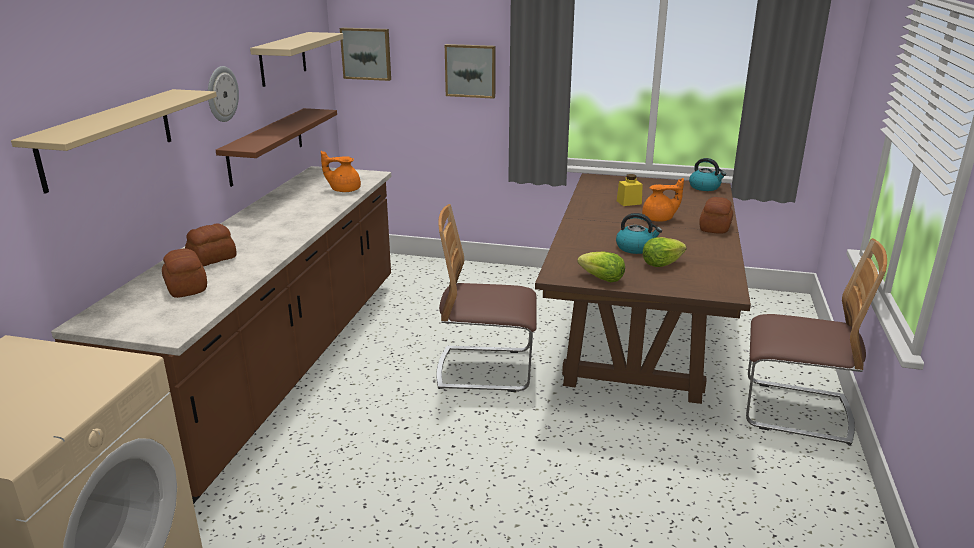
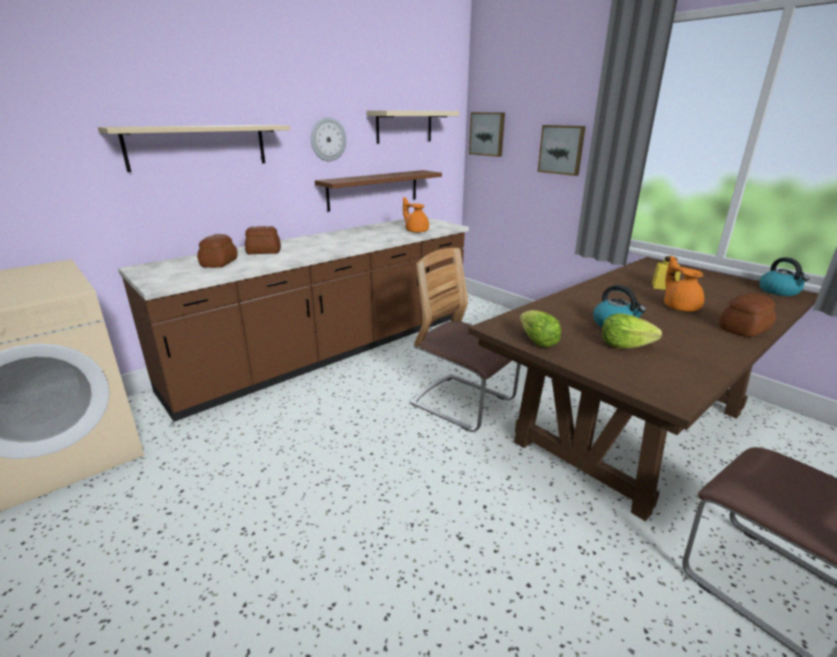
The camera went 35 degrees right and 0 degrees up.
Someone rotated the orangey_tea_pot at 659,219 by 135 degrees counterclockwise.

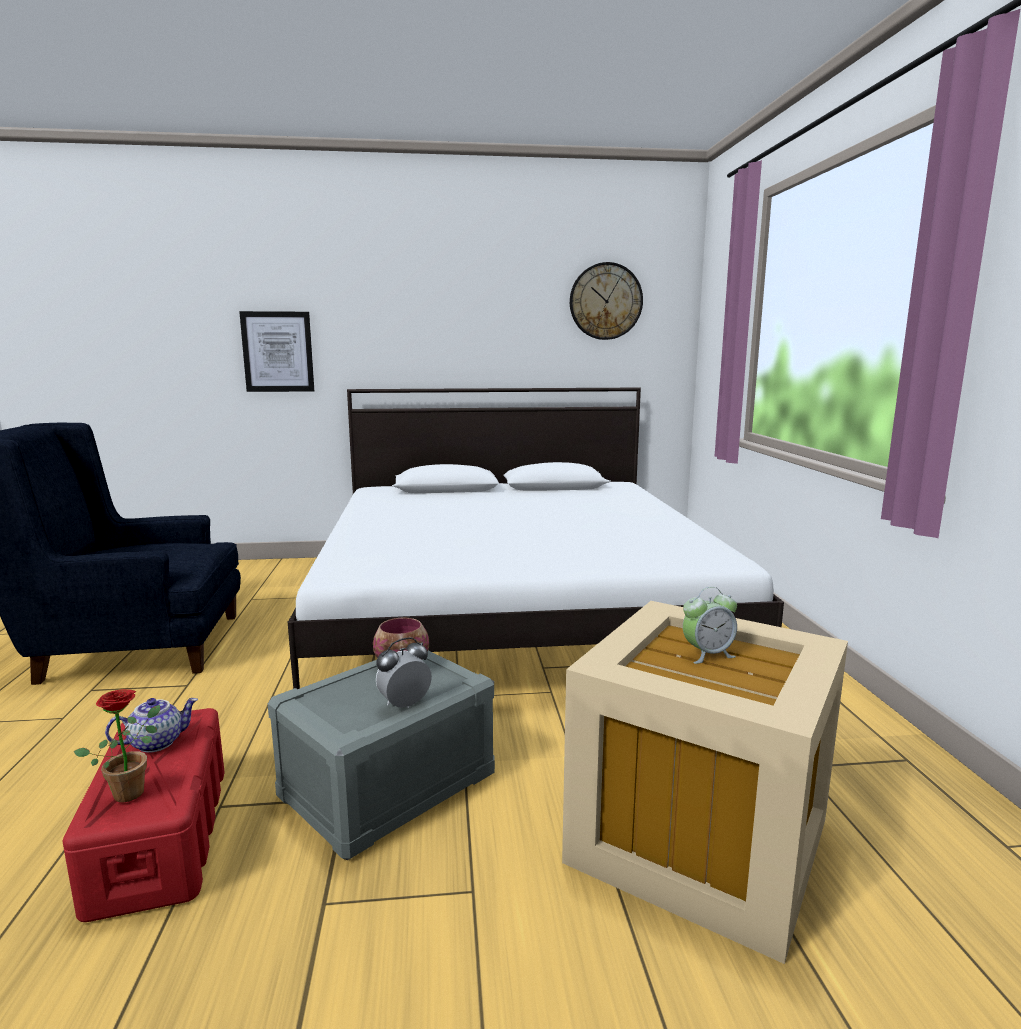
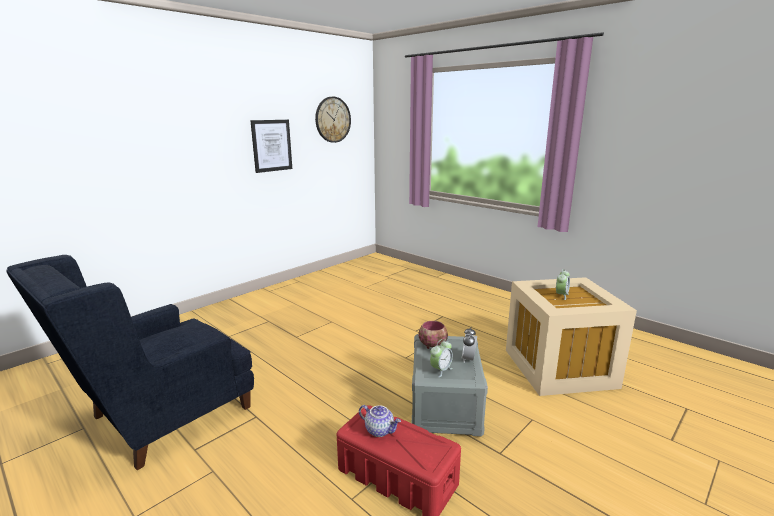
The camera went 40 degrees left and 5 degrees up.
Someone took away the potted_plant at 133,789.
Someone rotated the tea_pot at 157,742 by 105 degrees clockwise.
Someone carried the wall_picture from 278,352 to 271,145.
Someone took away the whitish_bedroom_bed at 515,608.
Someone put down the bedside_clock at 440,370.

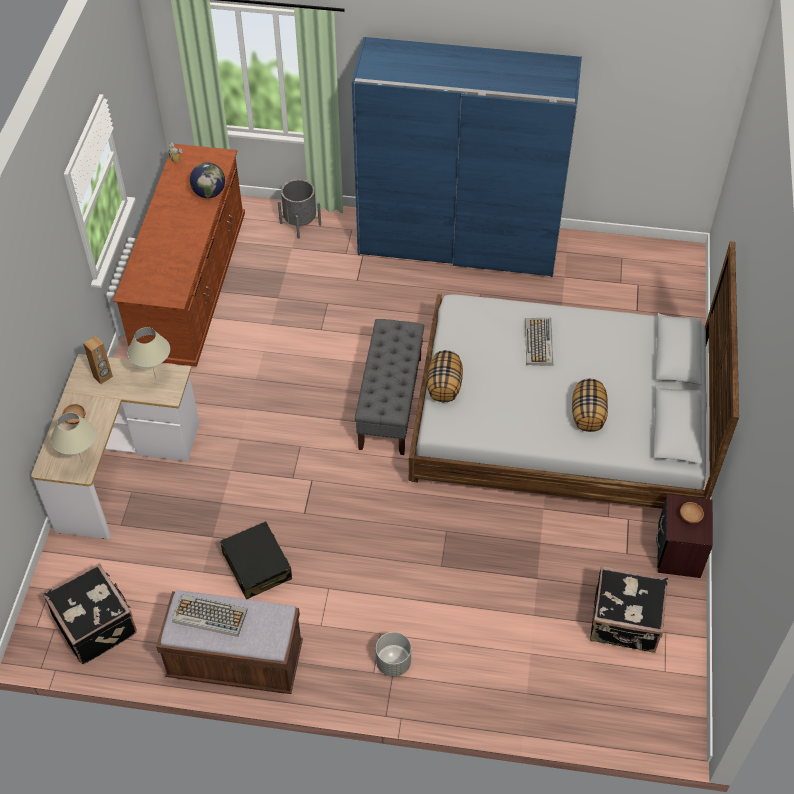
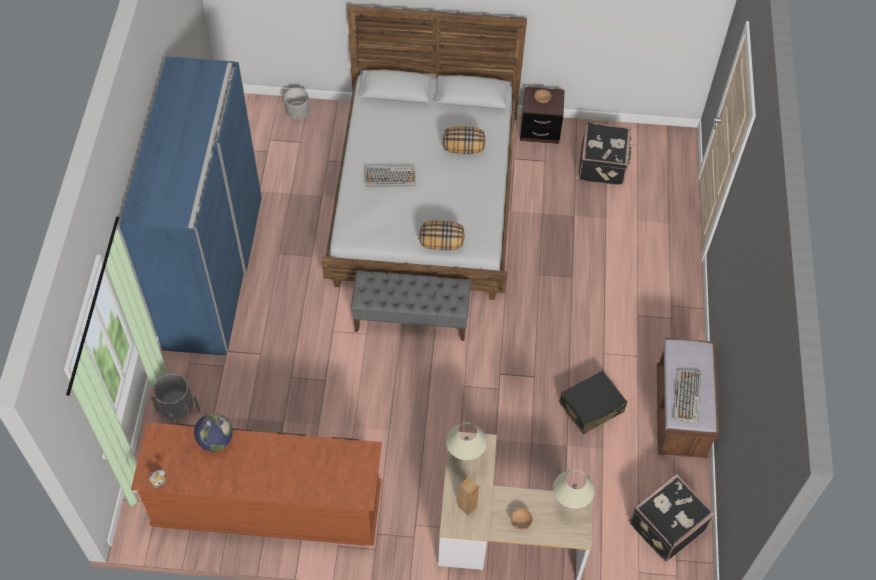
The camera went 95 degrees left and 5 degrees up.
Someone carried the grey_planter from 393,663 to 298,112.

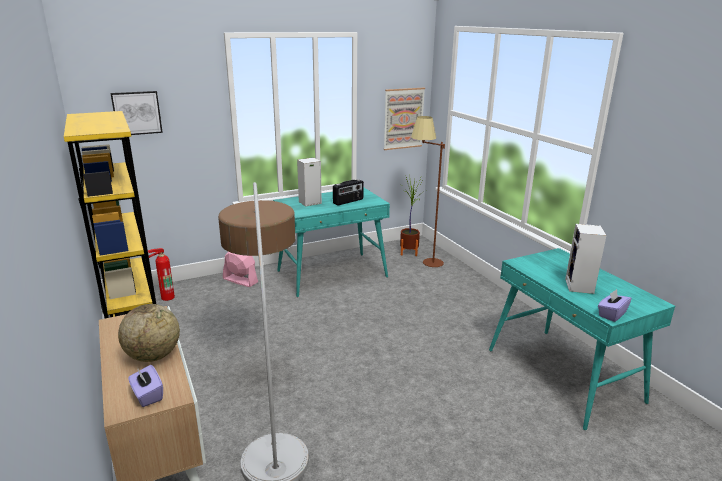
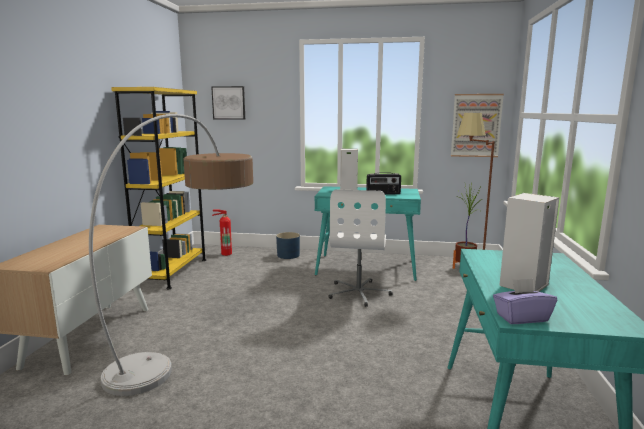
The camera went 35 degrees right and 10 degrees down.
Someone took away the desk_globe at 153,356.
Someone took away the purple_tissue_holder at 147,395.
Someone swapped the pink_electric_fan at 240,280 for the blue_planter at 288,255.
Someone put down the whitish_office_chair at 359,293.

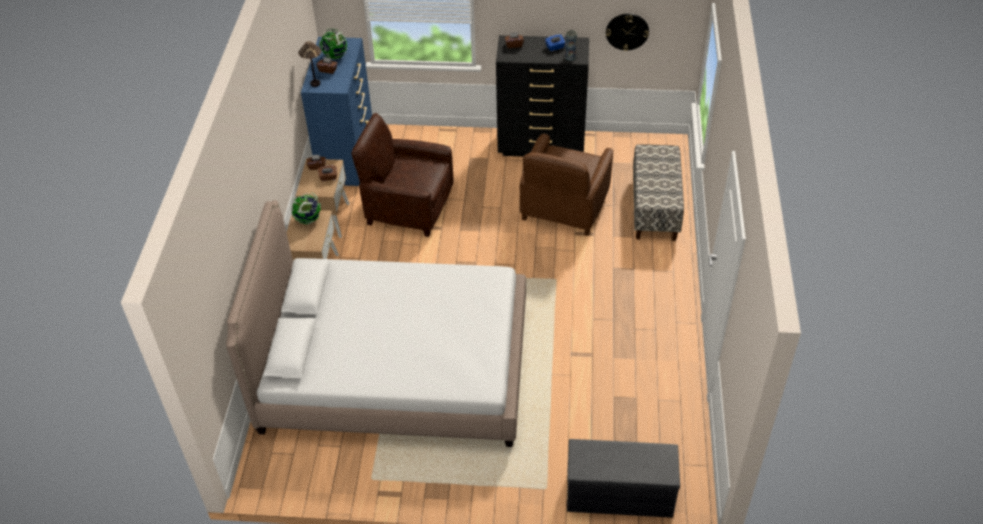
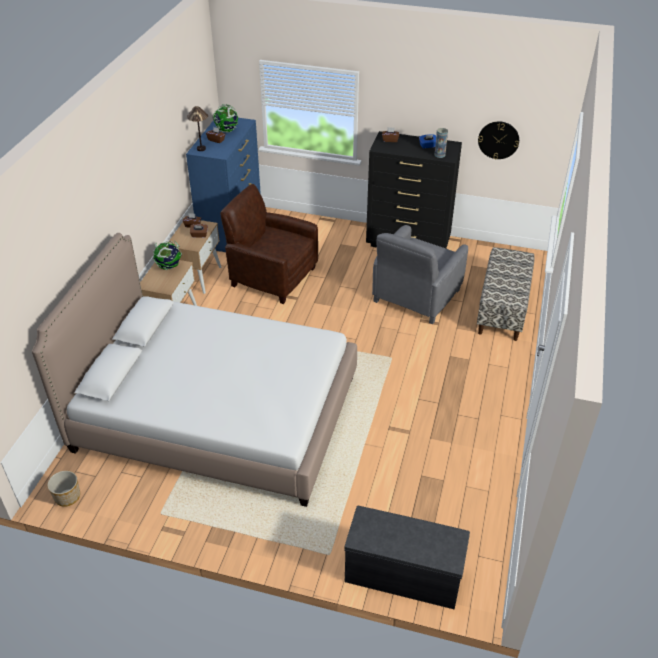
The camera went 10 degrees right and 5 degrees down.
Someone repainted the brown-coloured_lounge_chair at 564,207, which became the grey_lounge_chair at 416,296.
Someone put down the planter at 67,497.

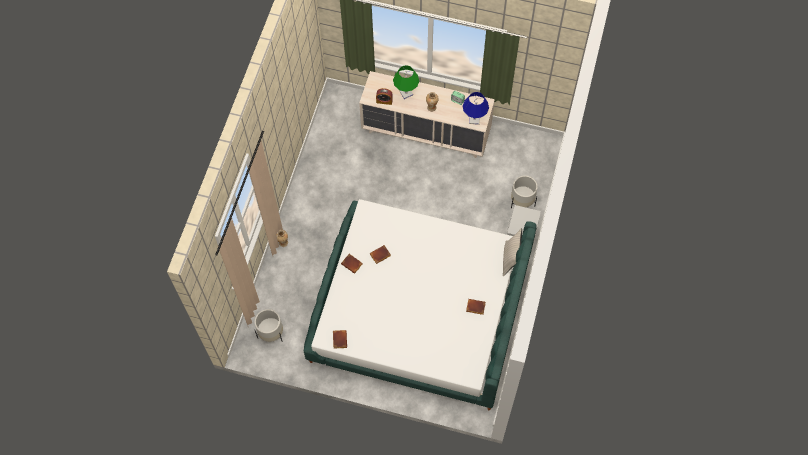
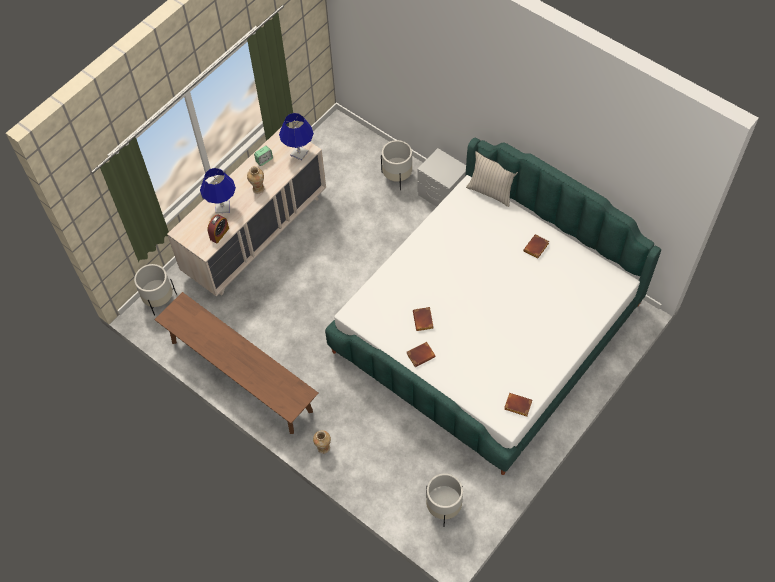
The camera went 65 degrees left and 5 degrees down.
Someone repainted the greenish_lamp_for_a_table at 406,93, which became the blue_lamp_for_a_table at 222,207.
Someone put down the whitish_planter at 159,299.
Someone put down the brown-coloured_long_seat at 241,376.

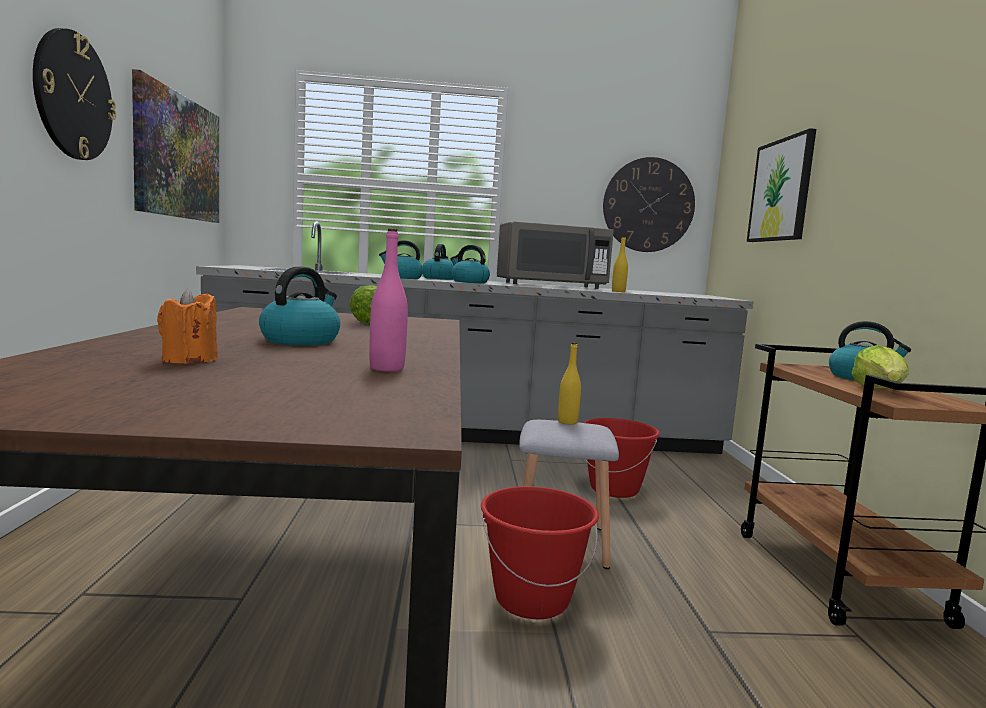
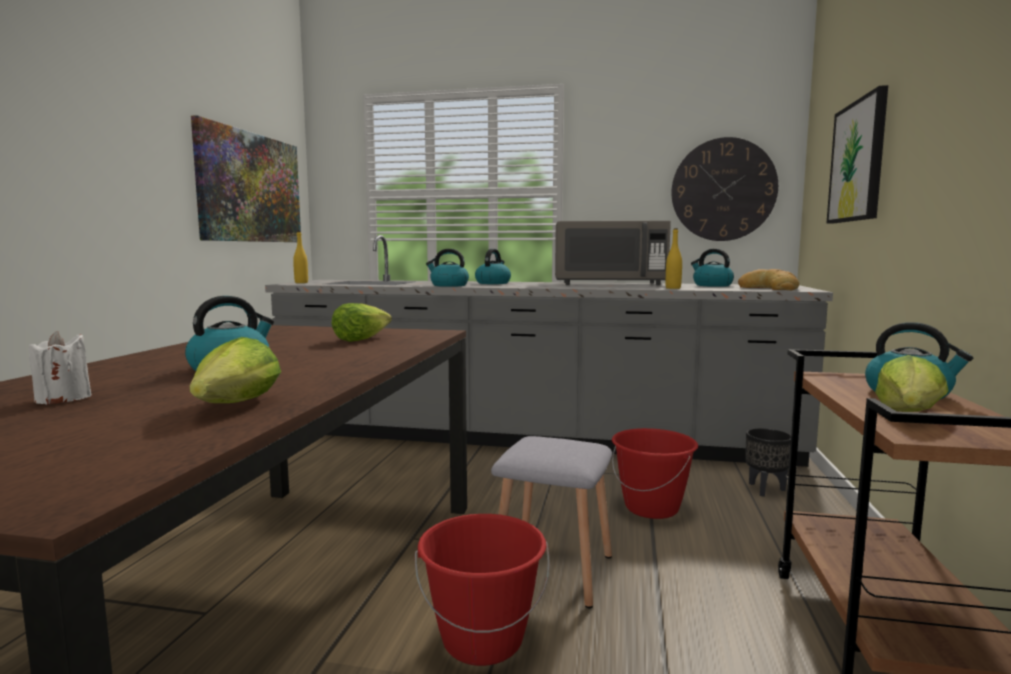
The camera went 15 degrees right and 0 degrees up.
Someone took away the hanging_clock at 73,96.
Someone repainted the orangey_wax_light at 189,360, which became the whitish_wax_light at 63,399.
Someone swapped the pink_beverage_bottle at 386,368 for the lettuce_head at 237,405.
Someone carried the tea_kettle from 469,282 to 711,285.
Someone carried the yellow-coloured_beverage_bottle from 567,422 to 301,282.
Someone put down the bread at 769,288.
Someone put down the black-coloured_planter at 766,490.

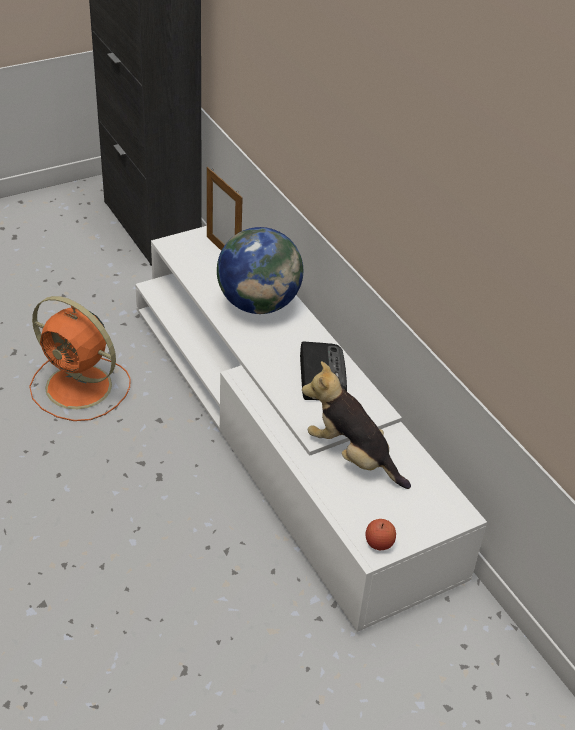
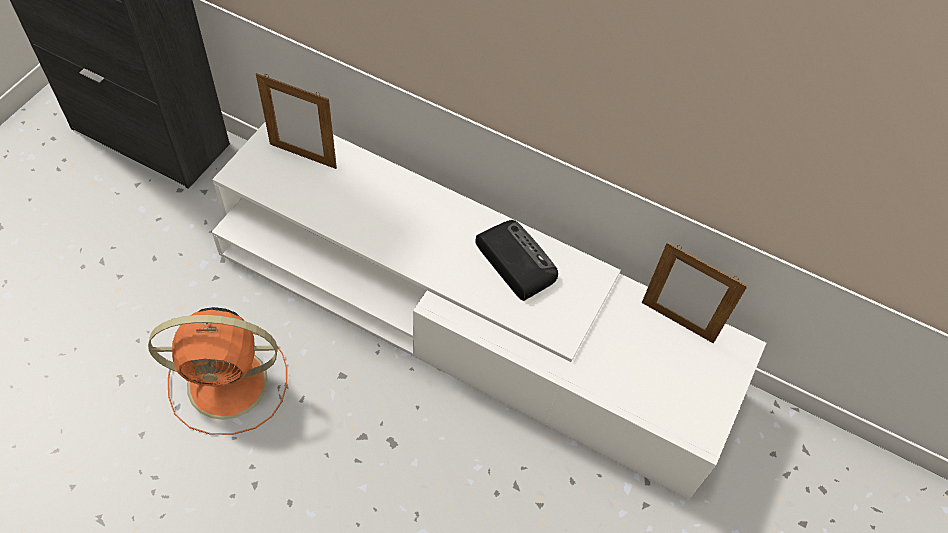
The camera went 35 degrees left and 15 degrees up.
Someone took away the desk_globe at 258,304.
Someone took away the plush_toy at 352,456.
Someone took away the whole_apple at 379,543.
Someone put down the standing_frame at 677,322.

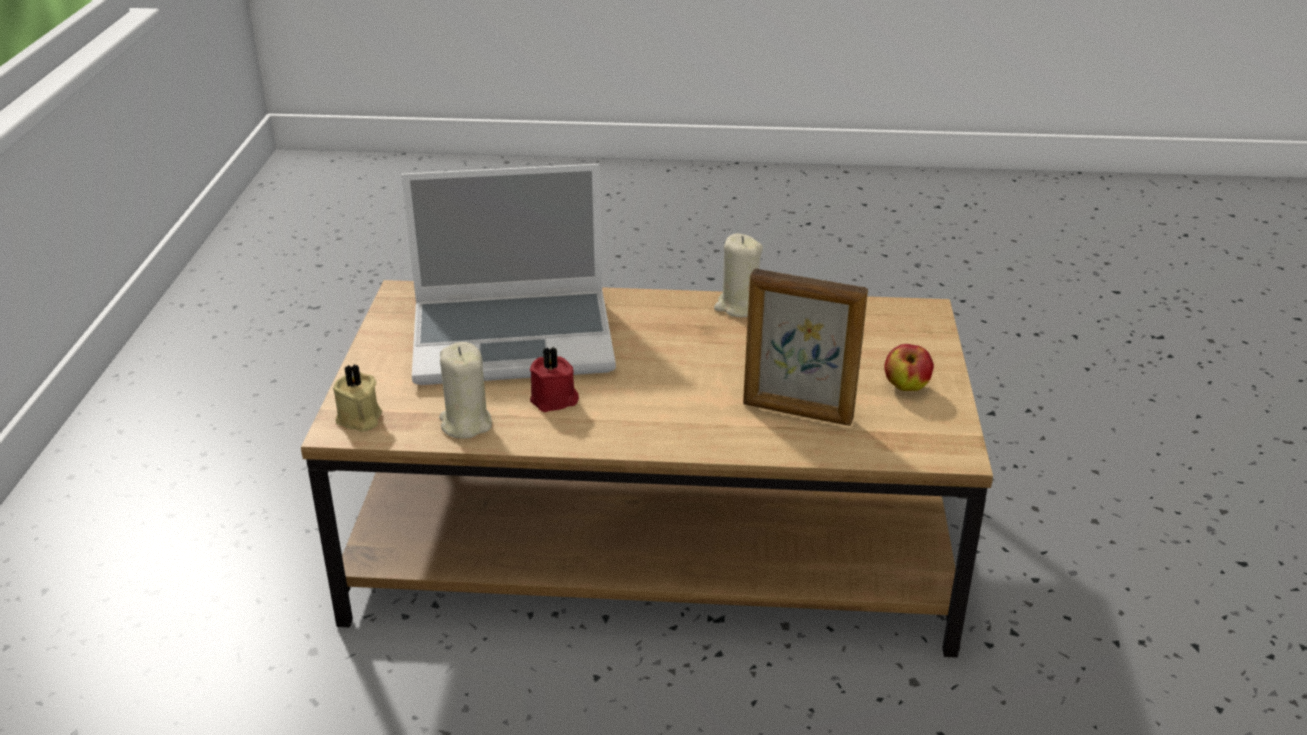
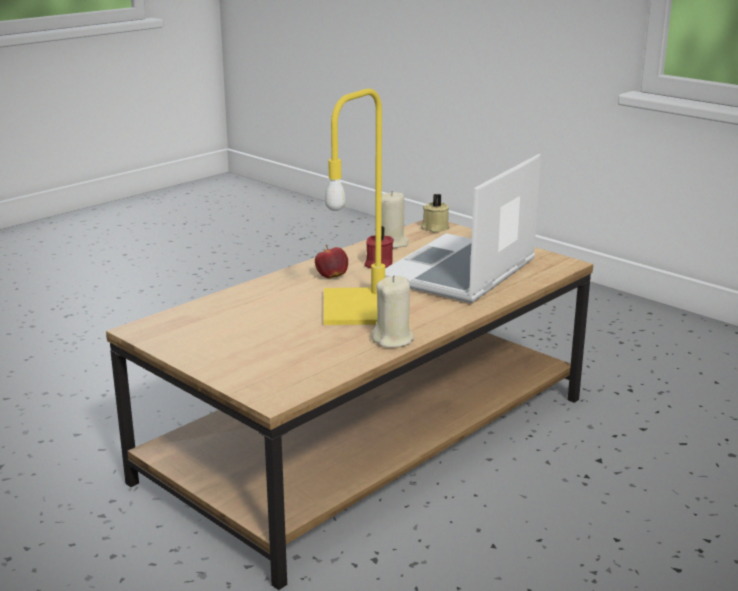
The camera went 130 degrees right and 10 degrees down.
Someone took away the standing_frame at 797,412.
Someone carried the whole_apple from 906,387 to 331,277.
Someone put down the yellow-coloured_lamp_for_a_table at 356,306.

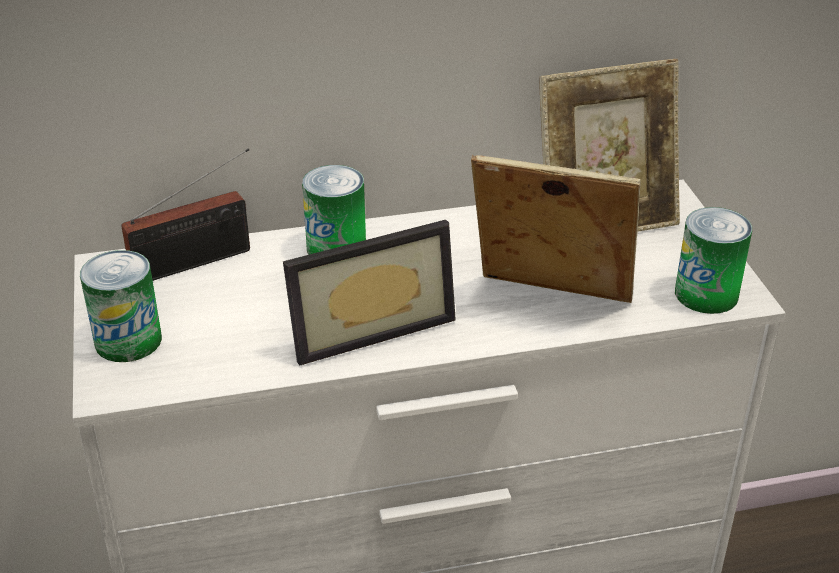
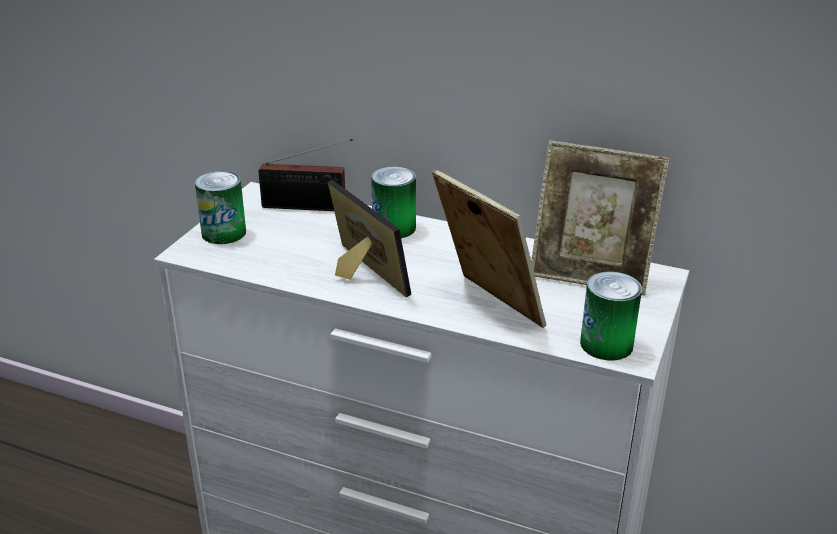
The camera went 35 degrees right and 5 degrees down.
Someone rotated the standing_frame at 367,325 by 135 degrees counterclockwise.

